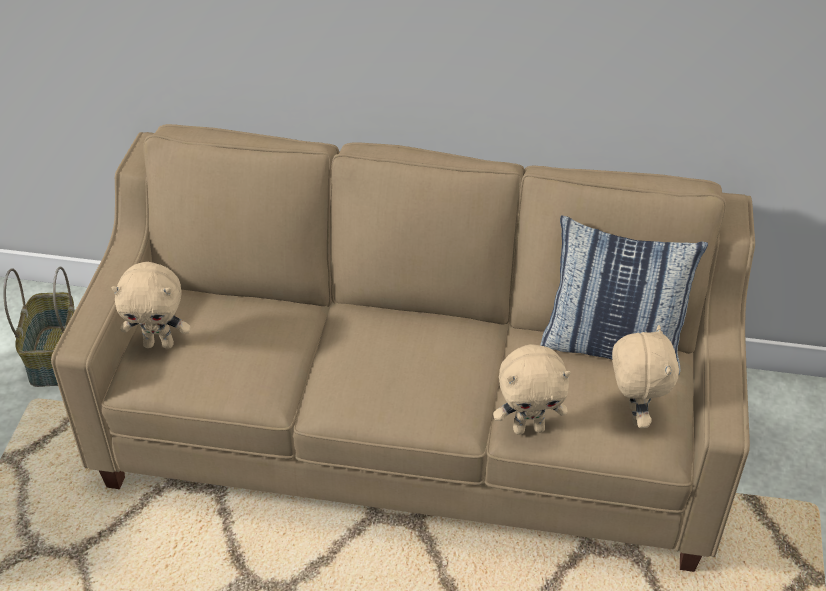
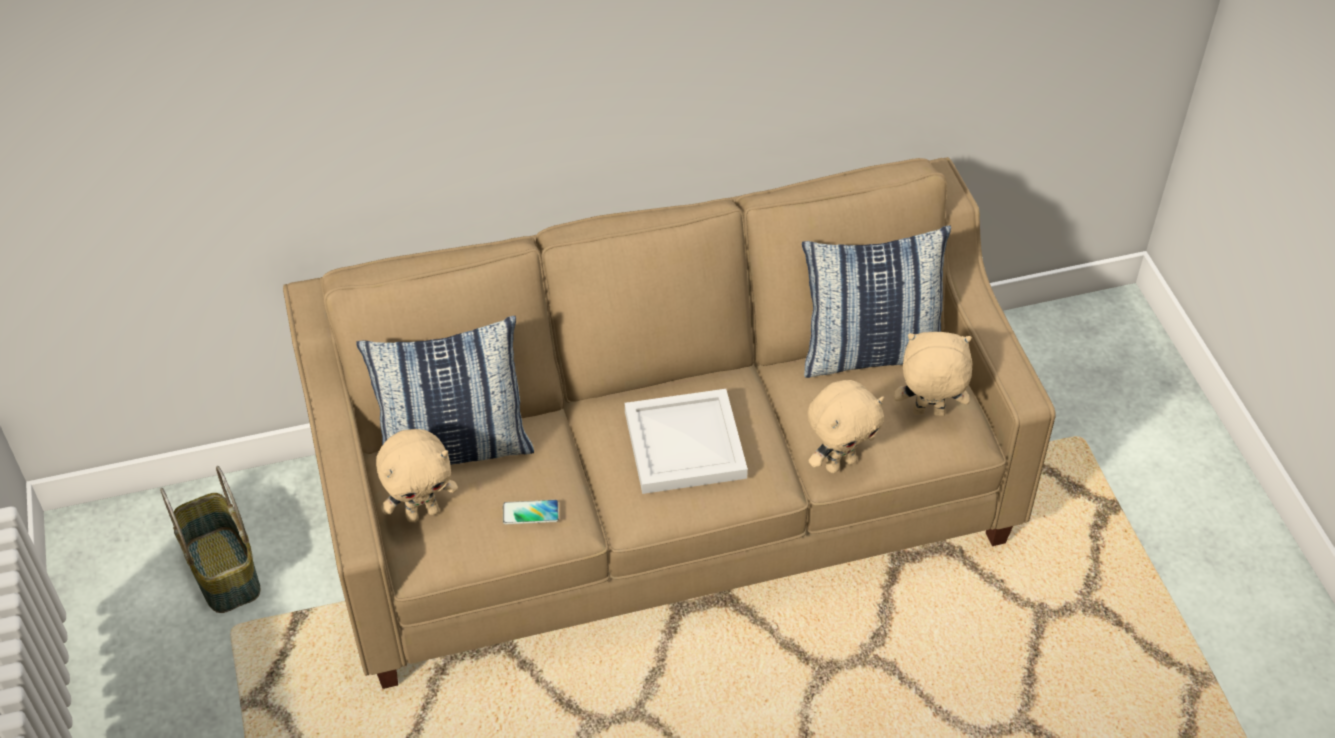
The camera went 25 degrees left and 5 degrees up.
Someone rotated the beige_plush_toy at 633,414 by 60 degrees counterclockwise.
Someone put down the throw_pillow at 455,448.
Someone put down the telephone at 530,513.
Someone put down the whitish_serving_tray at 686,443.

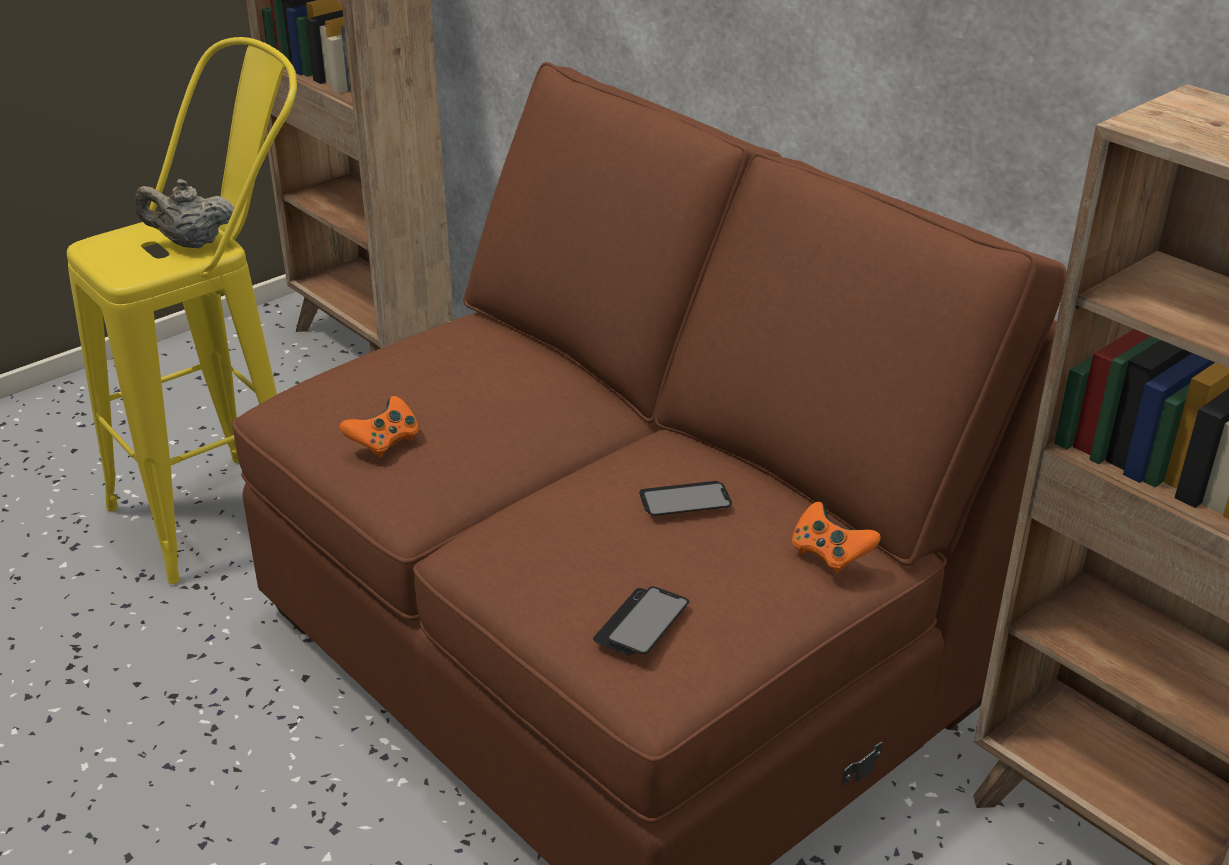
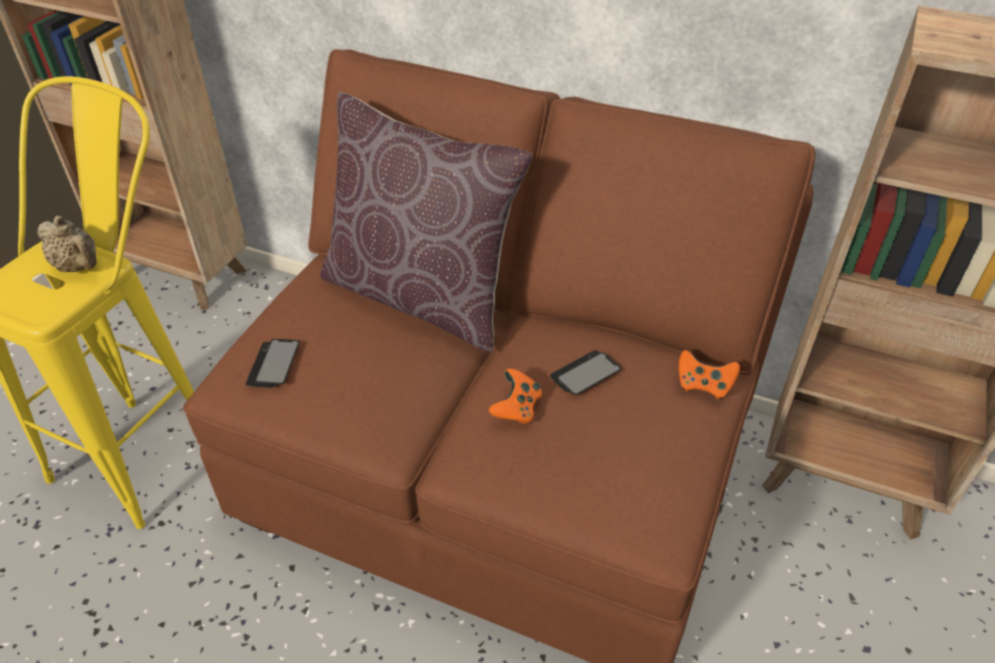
The camera went 25 degrees left and 10 degrees up.
Someone rotated the beige_tea_pot at 191,243 by 120 degrees counterclockwise.
Someone carried the orangey_joypad from 384,442 to 516,408.
Someone carried the telephone from 641,623 to 273,364.
Someone put down the brown-coloured_throw_pillow at 421,296.

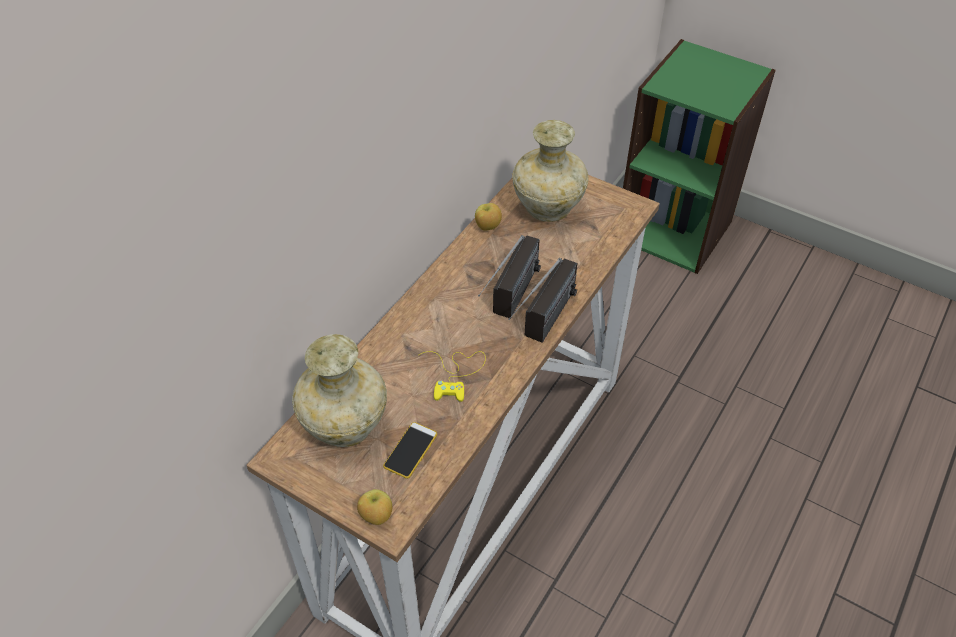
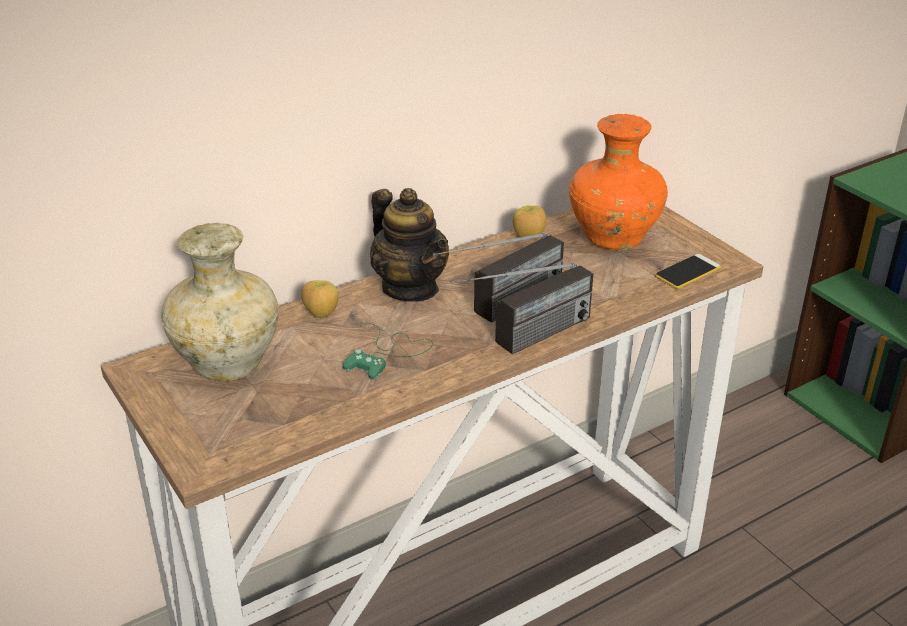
The camera went 25 degrees right and 15 degrees down.
Someone carried the whole_apple from 376,516 to 321,314.
Someone carried the telephone from 410,450 to 687,272.
Someone repainted the yellow-coloured_joypad at 456,373, which became the greenish_joypad at 387,353.
Someone repainted the beige_vase at 547,208, which became the orangey_vase at 613,237.
Someone put down the tea_pot at 410,288.

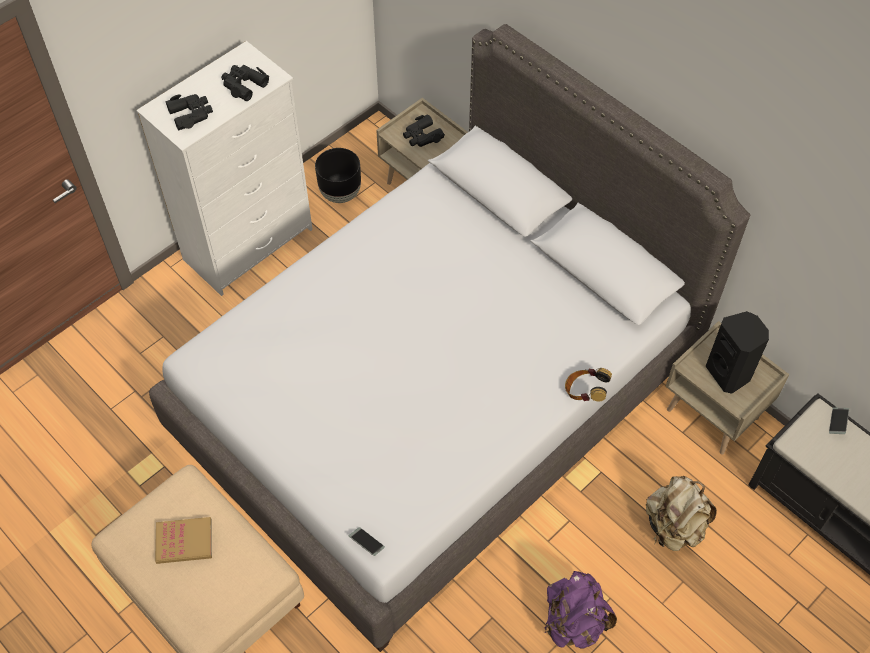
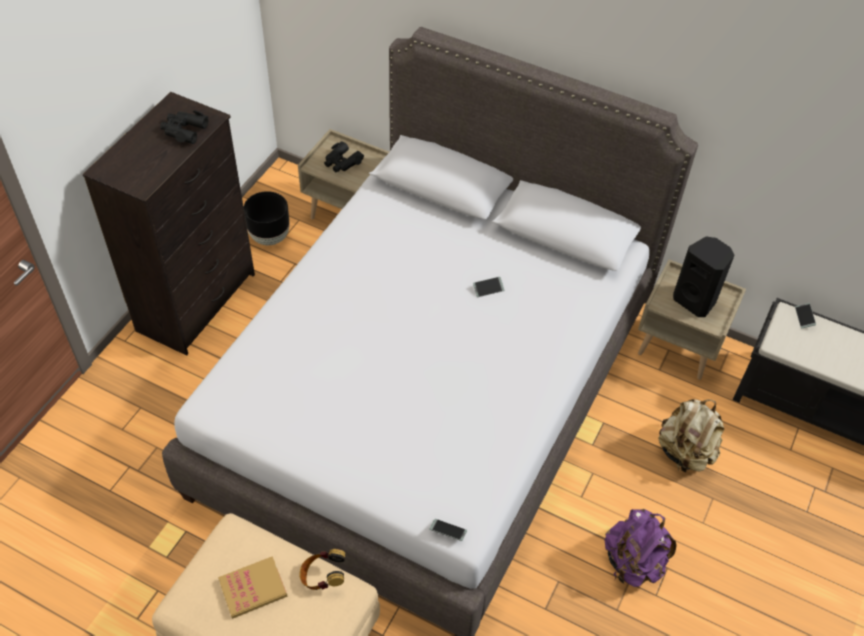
The camera went 20 degrees left and 5 degrees down.
Someone repainted the whitish_dresser at 250,244, which became the black-coloured_dresser at 198,302.
Someone took away the black-coloured_binoculars at 191,114.
Someone carried the headset from 585,392 to 323,577.
Someone put down the telephone at 488,289.

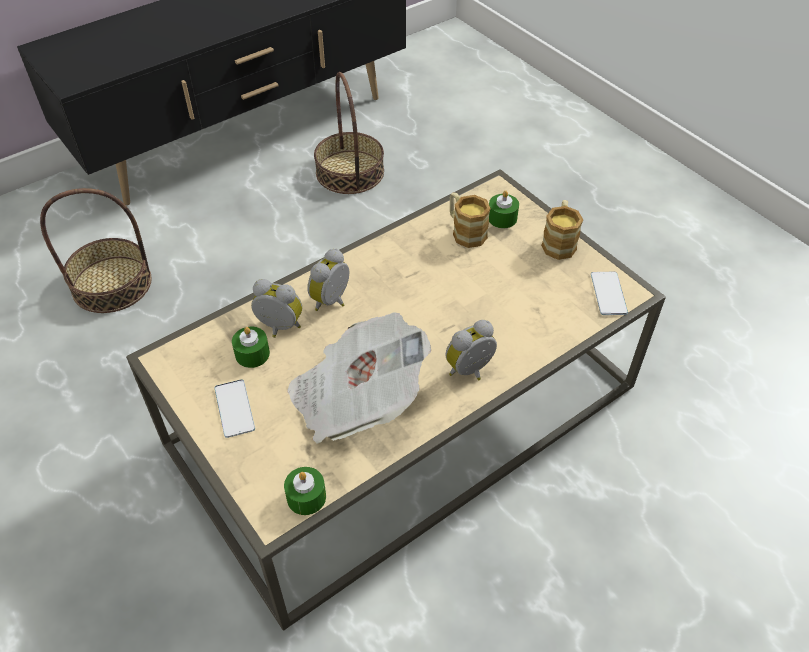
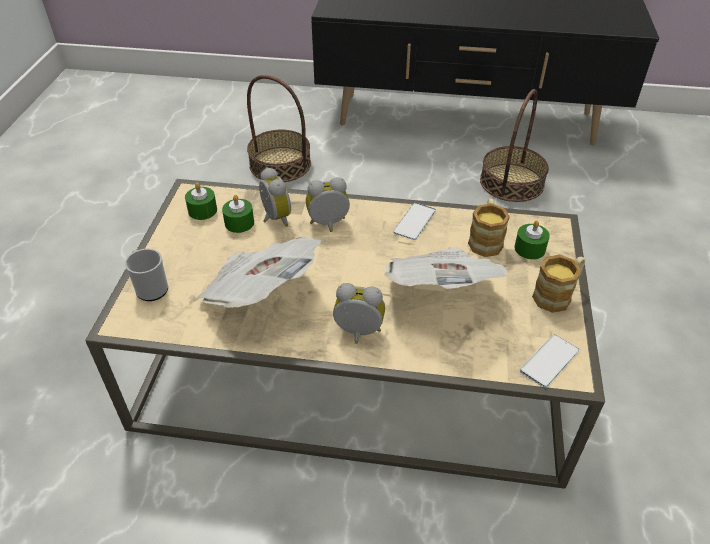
The camera went 45 degrees right and 5 degrees down.
Someone carried the telephone from 234,408 to 414,221.
Someone carried the greenish_wax_light from 306,497 to 202,210.
Someone put down the tea_mug at 150,287.
Someone put down the newspaper at 441,290.

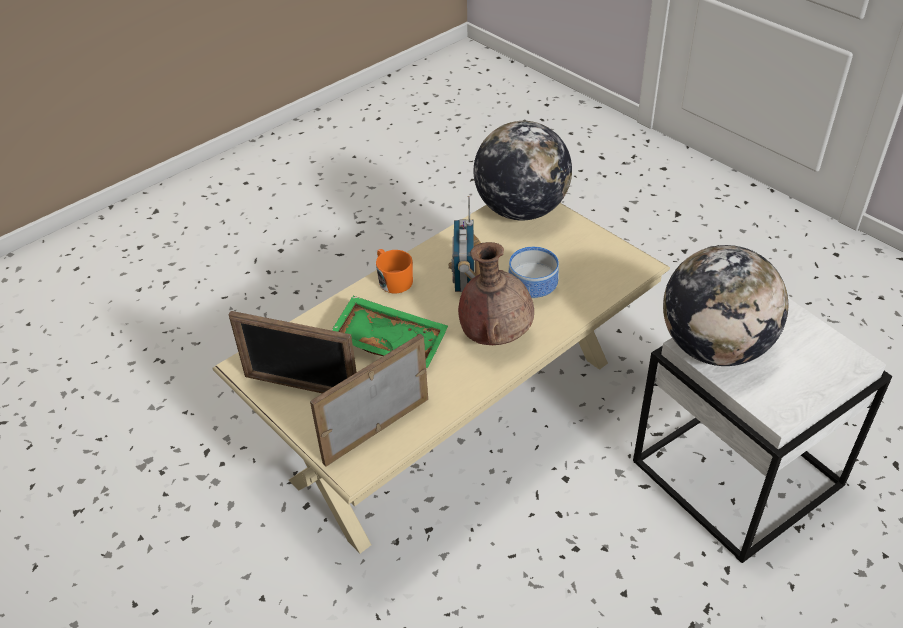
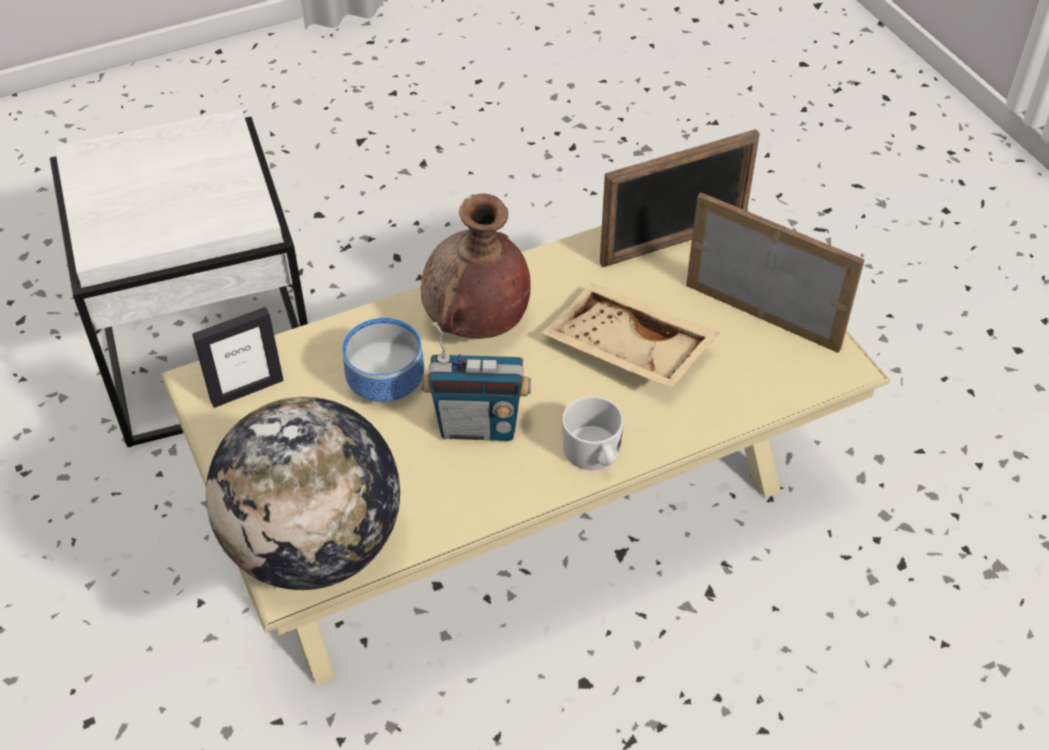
The camera went 165 degrees left and 5 degrees up.
Someone repainted the greenish_serving_tray at 390,341, which became the beige_serving_tray at 626,351.
Someone repainted the orangey_tea_mug at 393,279, which became the whitish_tea_mug at 594,454.
Someone rotated the radio at 465,278 by 75 degrees clockwise.
Someone took away the desk_globe at 714,347.
Someone put down the standing_frame at 246,390.

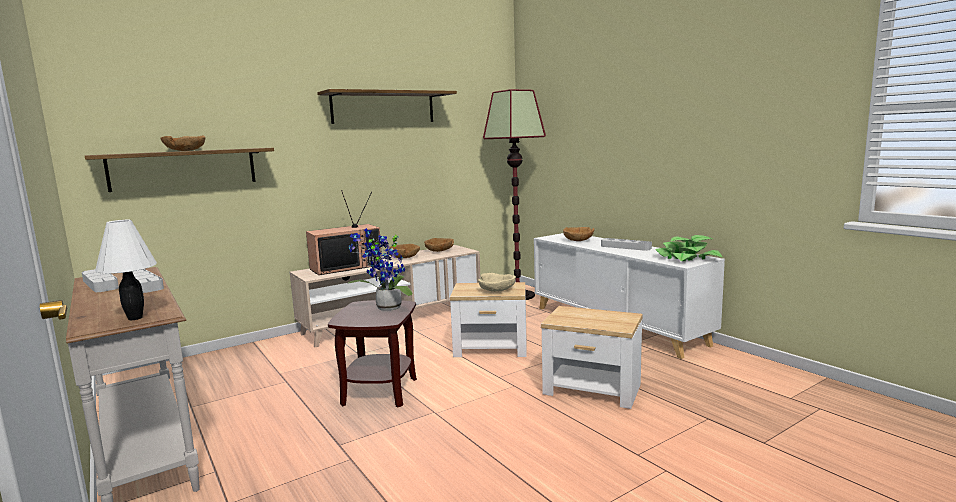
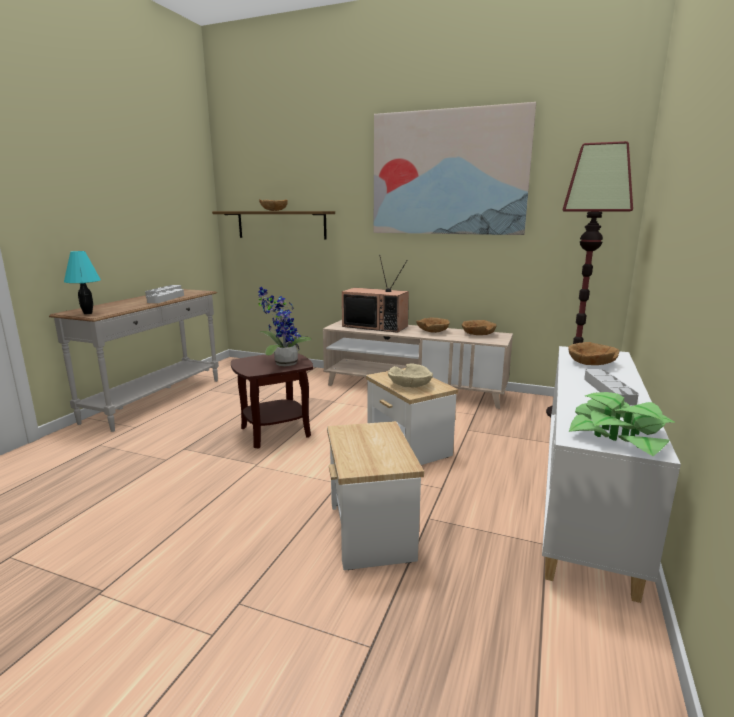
The camera went 55 degrees right and 5 degrees up.
Someone repainted the whitish_lamp_for_a_table at 135,318, which became the blue-green_lamp_for_a_table at 87,313.
Someone swapped the bracket_shelf at 383,107 for the wall_picture at 448,173.

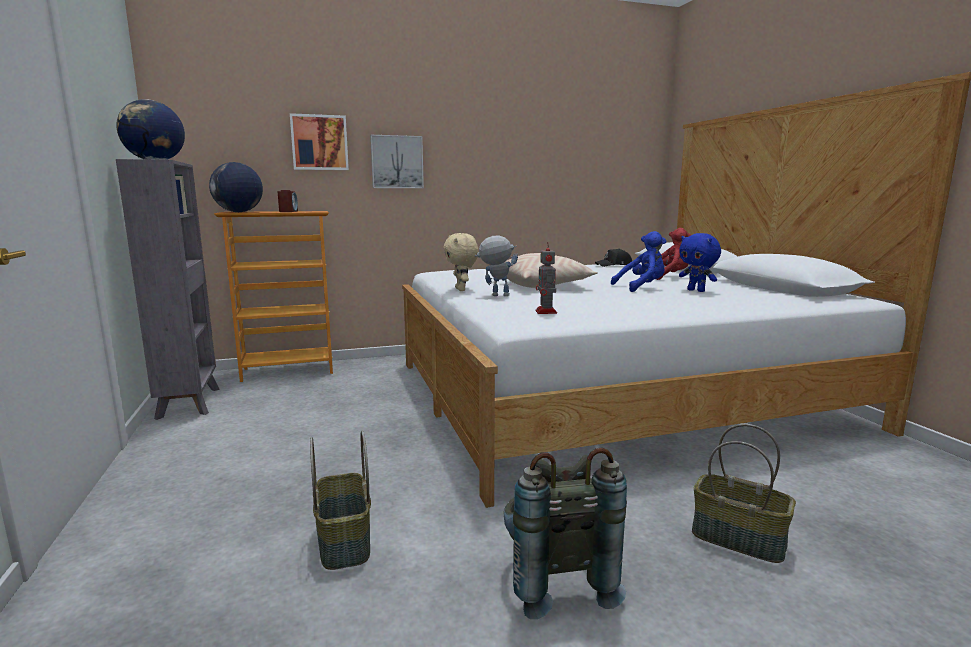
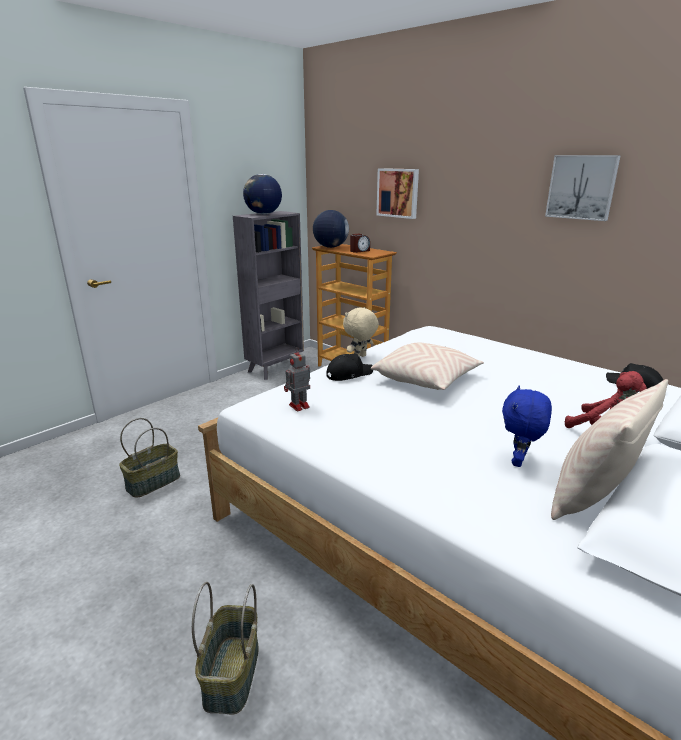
The camera went 60 degrees right and 10 degrees up.
Someone carried the wall_picture from 397,162 to 582,187.
Someone swapped the model_robot at 495,295 for the black-coloured_baseball_cap at 348,374.
Someone took away the grey_rucksack at 554,580.
Someone took away the blue_plush_toy at 641,287.
Someone put down the beige_throw_pillow at 593,498.

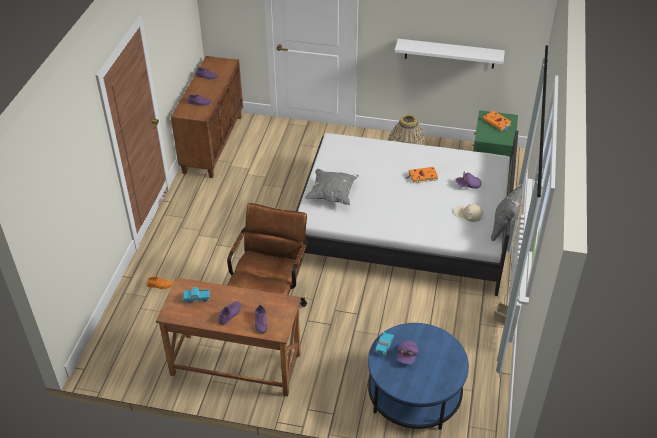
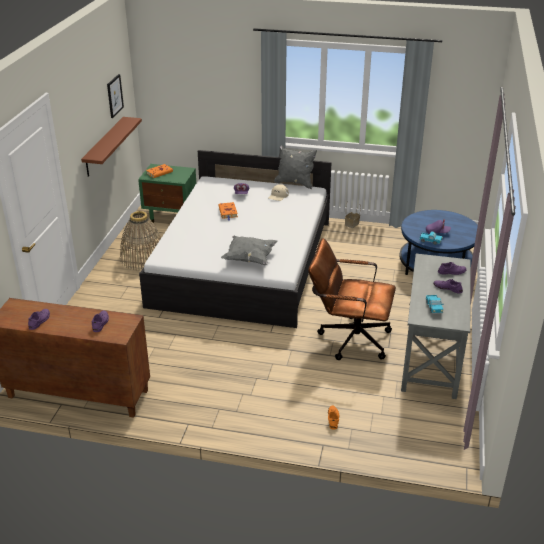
The camera went 90 degrees left and 10 degrees down.
Someone repainted the brown-coloured_desk at 235,364, which became the grey_desk at 431,357.
Someone repainted the whitish_bracket_shelf at 449,53, which became the brown-coloured_bracket_shelf at 104,146.
Someone put up the wall_picture at 114,96.

